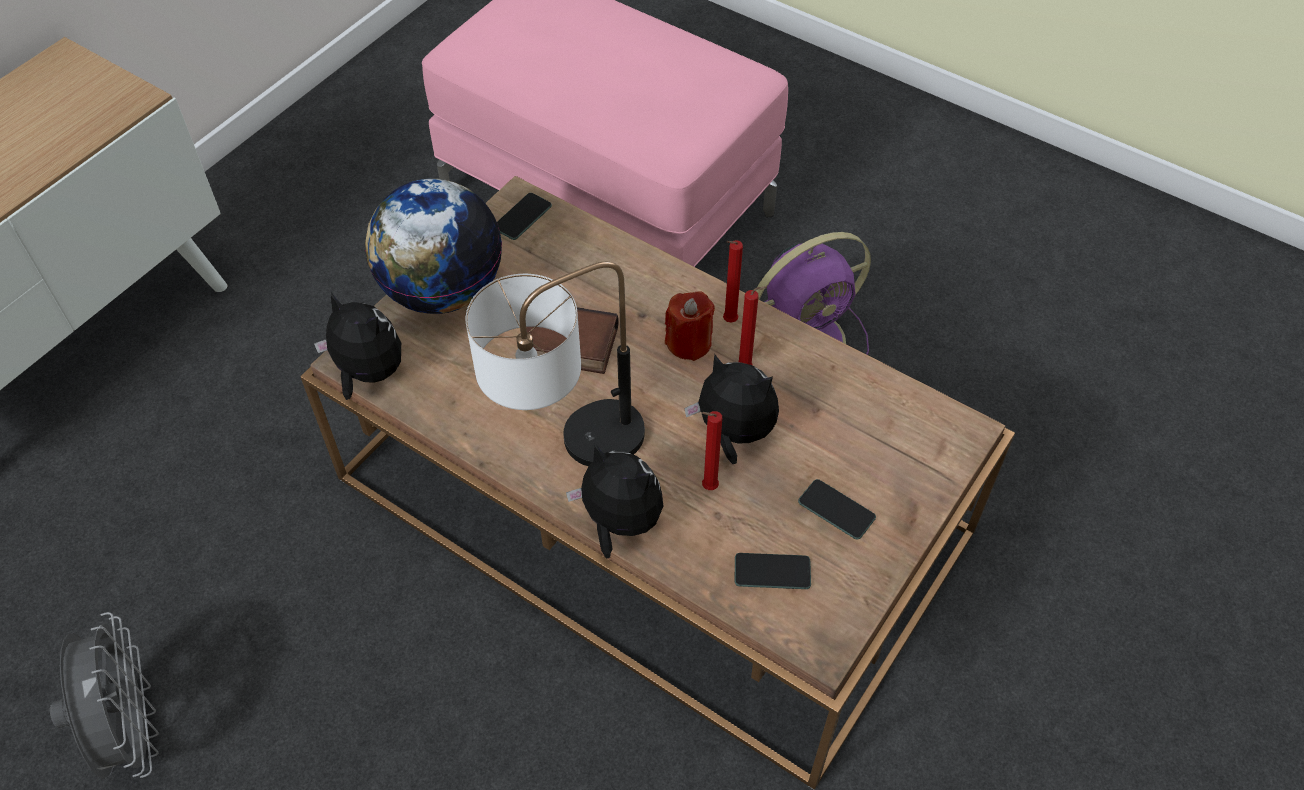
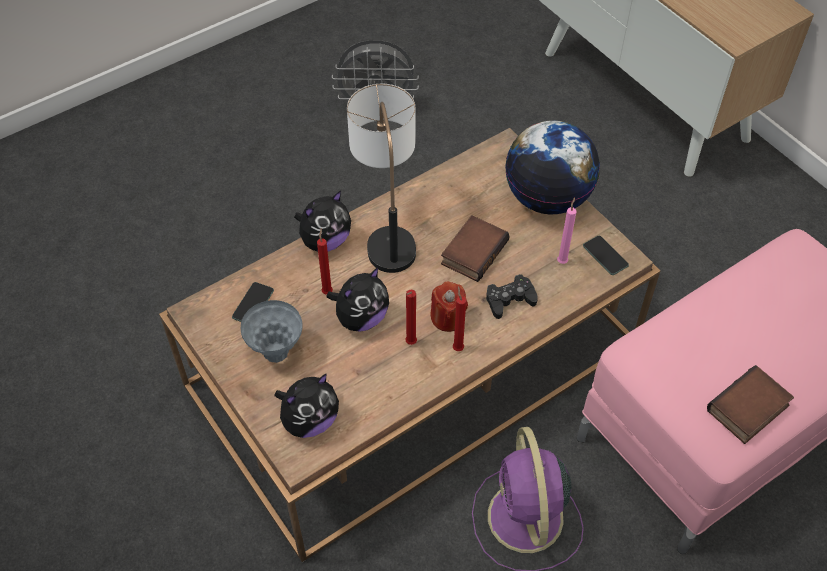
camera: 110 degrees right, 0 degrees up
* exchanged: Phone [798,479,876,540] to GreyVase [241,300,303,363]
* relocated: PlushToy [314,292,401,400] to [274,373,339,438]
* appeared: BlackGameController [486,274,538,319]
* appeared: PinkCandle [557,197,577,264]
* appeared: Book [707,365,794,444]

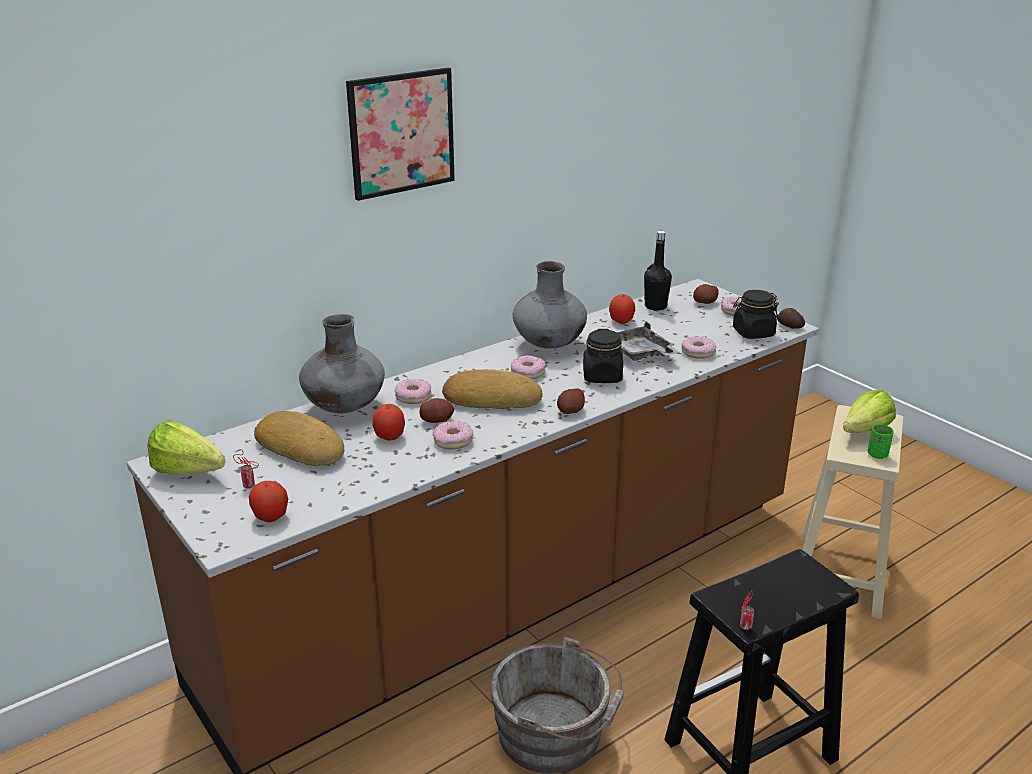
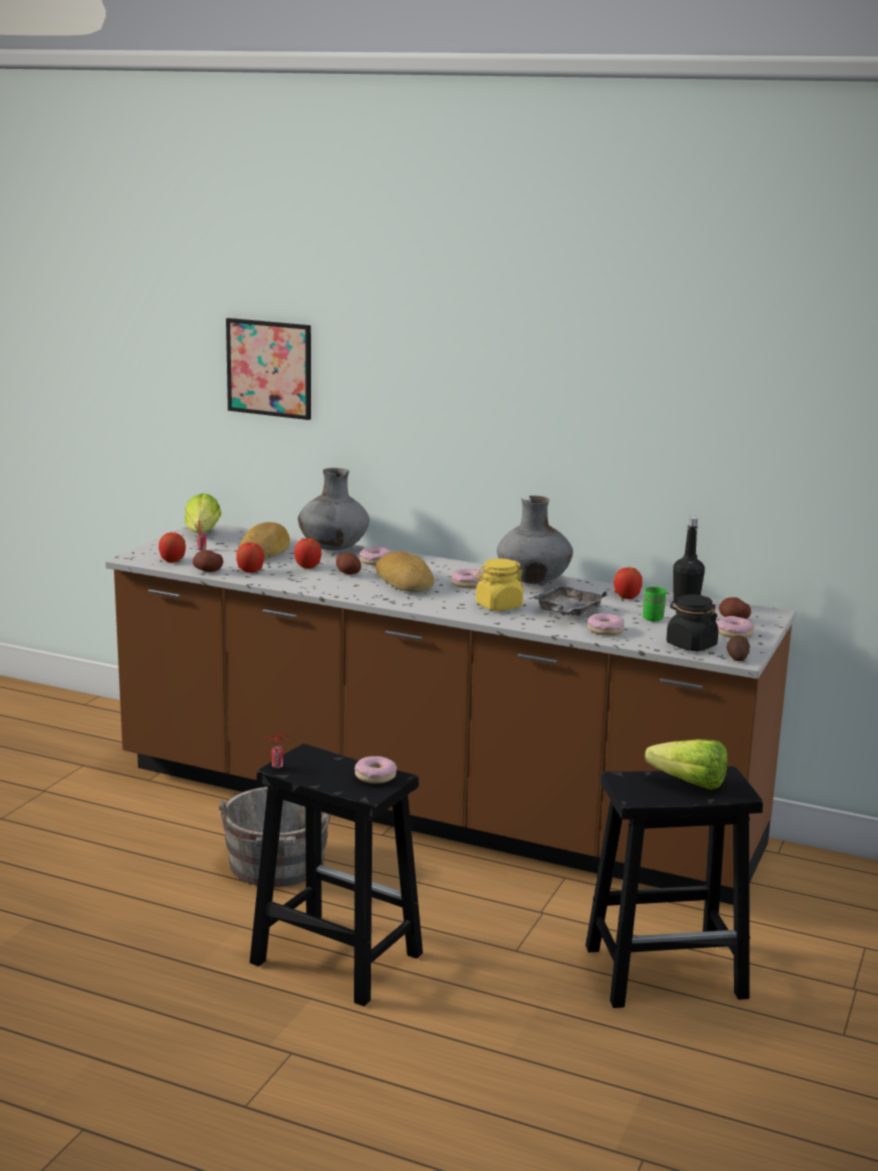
camera: 60 degrees right, 10 degrees down
* relocated: Potato [557,388,585,414] to [193,550,223,572]
* relocated: Picture [346,68,455,201] to [226,318,311,420]
* appeared: Apple [236,542,265,573]
* relocated: Donut [433,421,473,450] to [354,756,397,784]
* colour: BlackJar [583,329,623,383] to YellowJar [476,559,523,611]
* colour: BeigeStool [801,405,903,619] to BlackStool [585,766,763,1008]
* relocated: GreenCup [868,424,894,459] to [643,587,666,622]

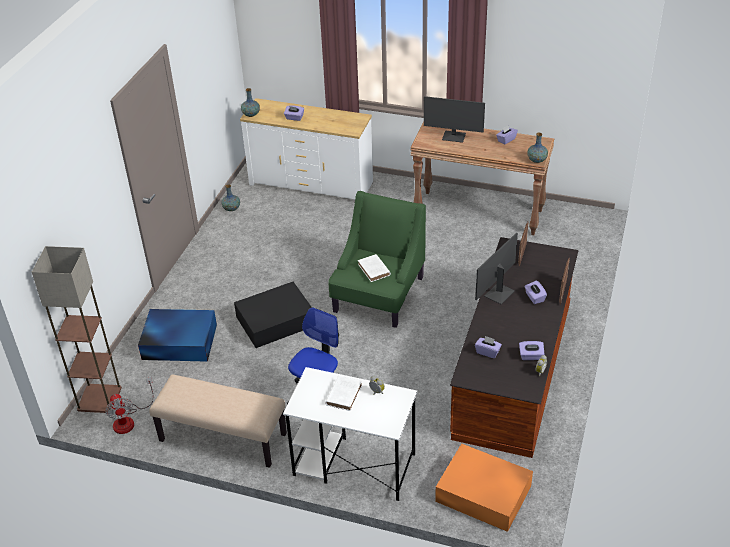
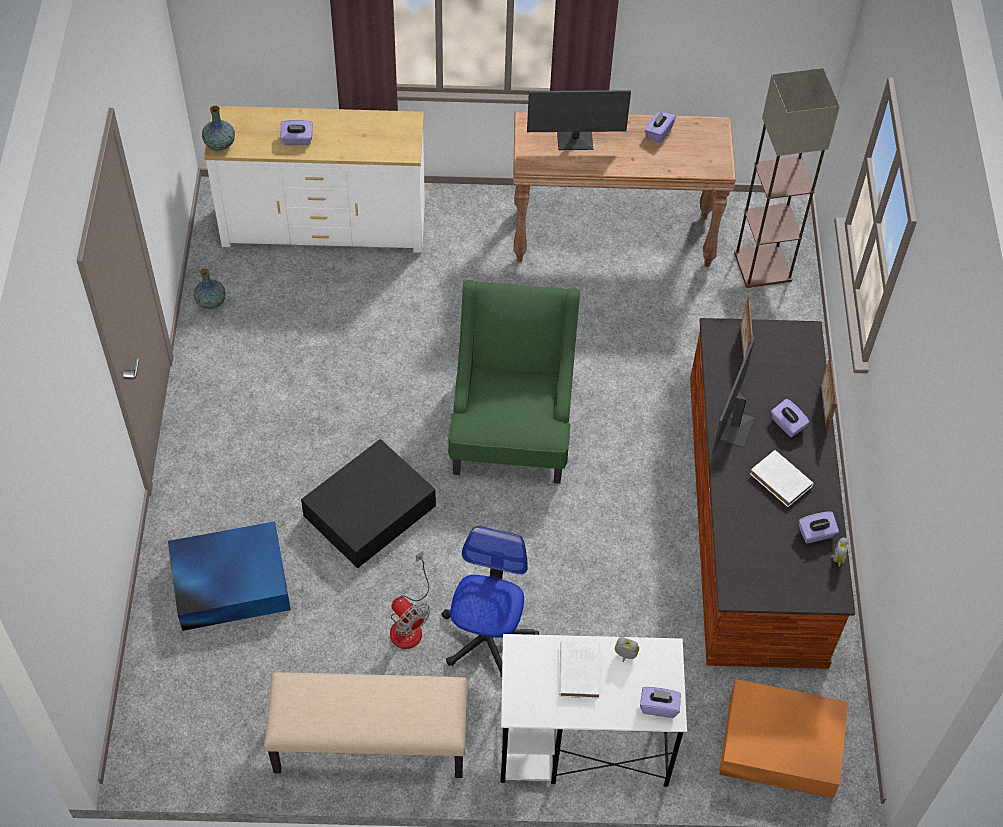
camera: 20 degrees left, 15 degrees up
* relocated: Fan [105,377,153,434] to [390,551,430,649]
* relocated: PurpleTissueBox [475,336,502,358] to [640,687,681,718]
* relocated: FloorLamp [32,246,122,413] to [734,68,840,288]
* relocated: WhiteBook [358,254,391,282] to [750,450,814,507]
* missing: Vase [527,133,548,163]

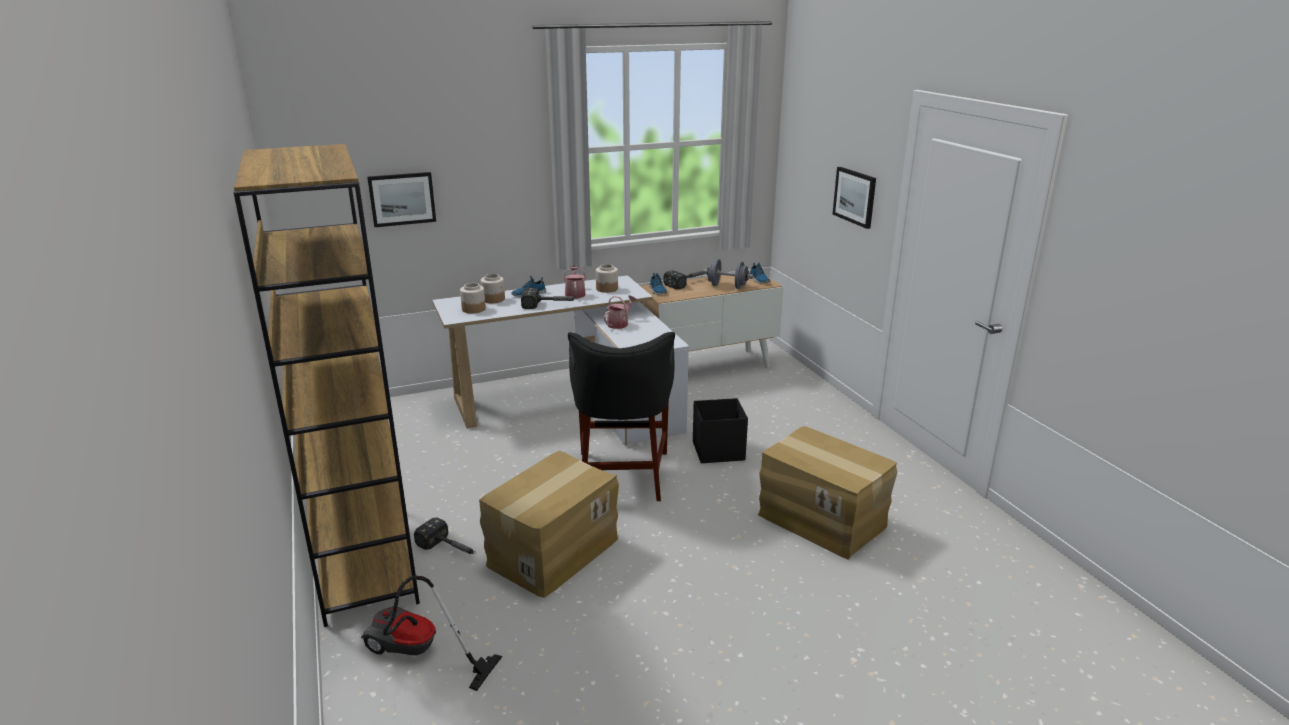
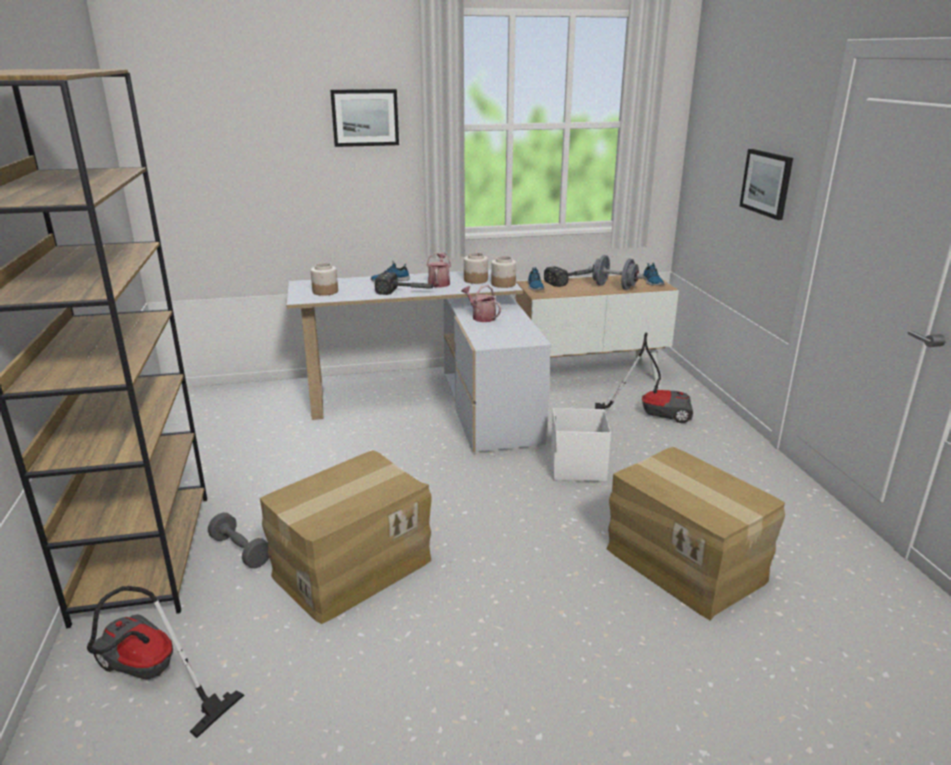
camera: 10 degrees right, 0 degrees up
* exchanged: Hammer [414,517,476,554] to GreyDumbbell [208,512,269,568]
* relocated: Picture [367,172,436,227] to [330,89,399,147]
* spun: WateringCan [604,295,636,329] = [461,285,501,322] 90 degrees counterclockwise
* relocated: Jar [481,274,505,303] to [491,256,516,288]
* colour: BlackStorageBox [693,398,748,463] to WhiteStorageBox [551,408,611,482]
* appeared: VacuumCleaner [595,332,693,423]
* missing: BlackStool [568,332,675,501]

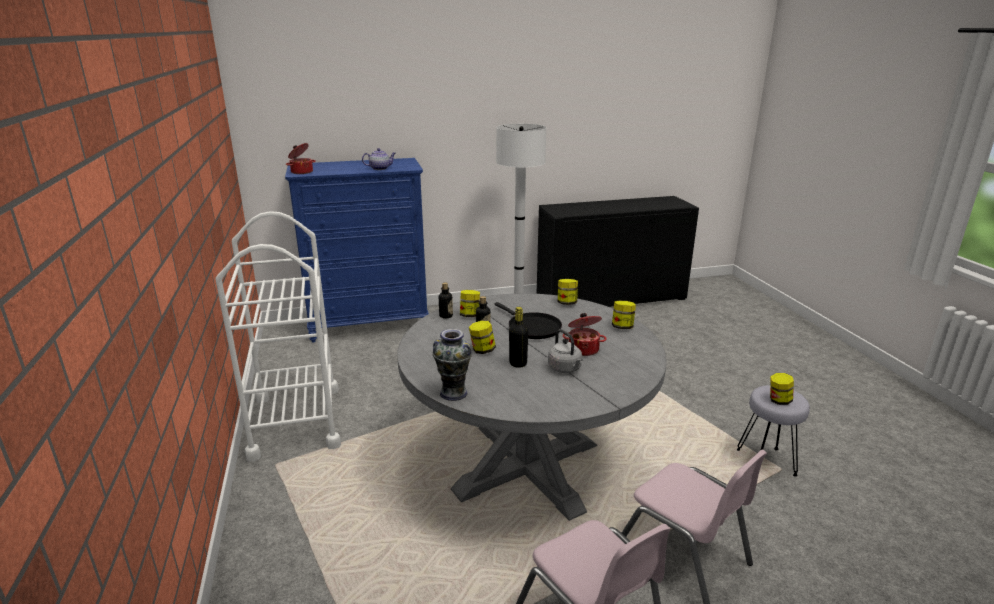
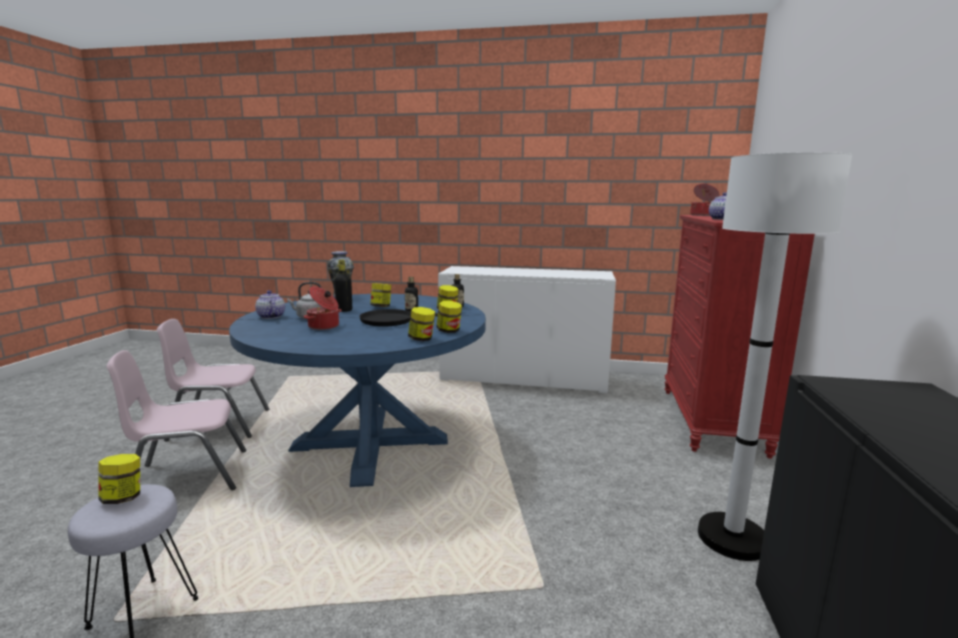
camera: 115 degrees right, 10 degrees down
* colour: GreyDiningTable [397,293,667,521] to BlueDiningTable [229,294,486,487]
* appeared: Teapot [255,290,285,319]
* relocated: Jar [612,301,636,329] to [436,301,462,333]
* exchanged: WhiteCart [216,211,341,462] to WhiteCabinet [438,266,616,393]
* colour: BlueDresser [285,158,429,343] to RedDresser [665,215,815,459]

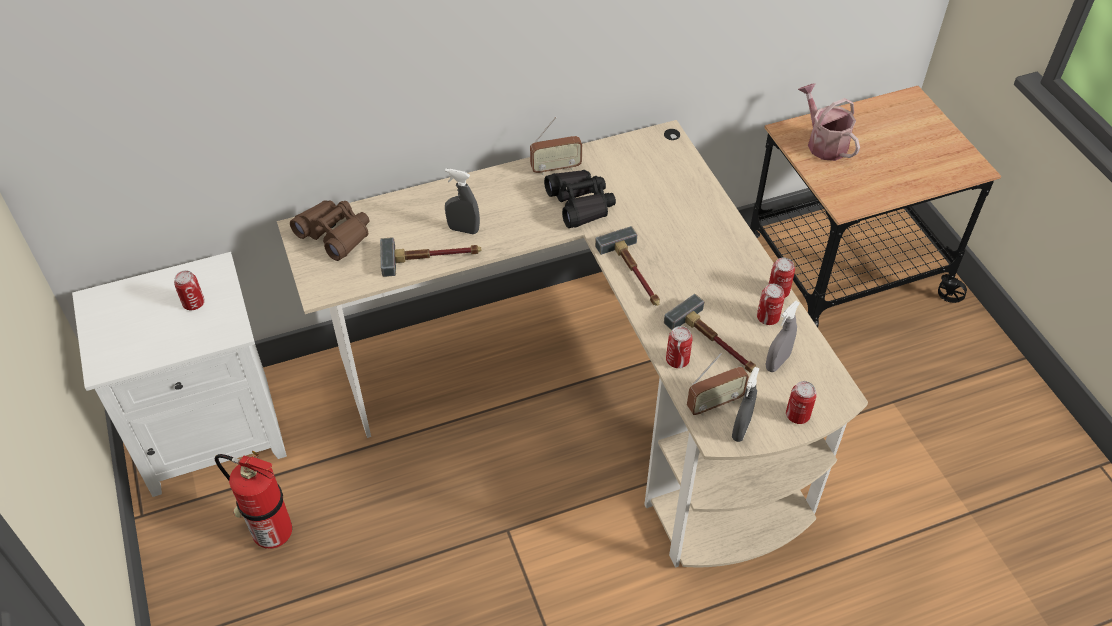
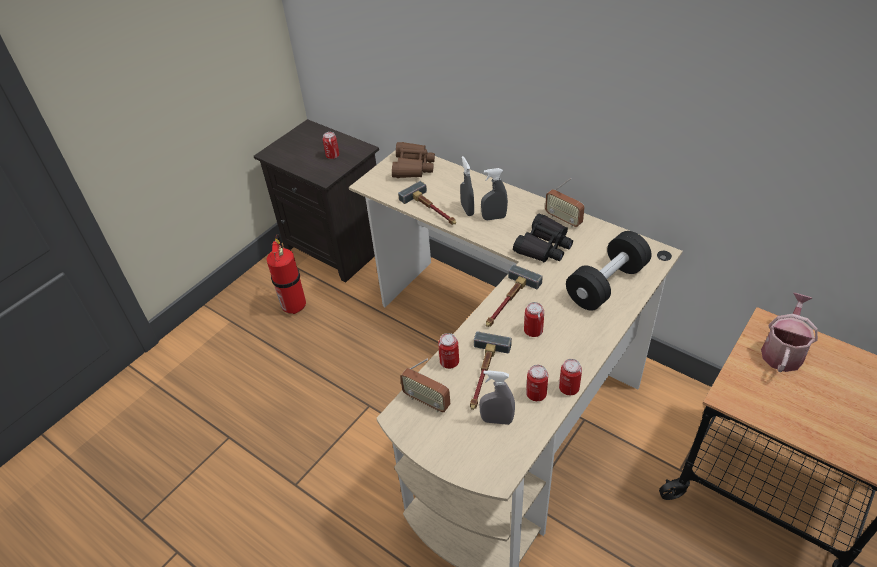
camera: 60 degrees right, 5 degrees down
* colour: WhiteNightstand [72,252,287,497] to BlackNightstand [254,119,379,283]
* relocated: GreySprayBottle [732,367,760,442] to [481,168,508,220]
* relocated: Can [786,381,817,424] to [524,302,544,337]
* appeared: BlackDumbbell [566,231,651,311]

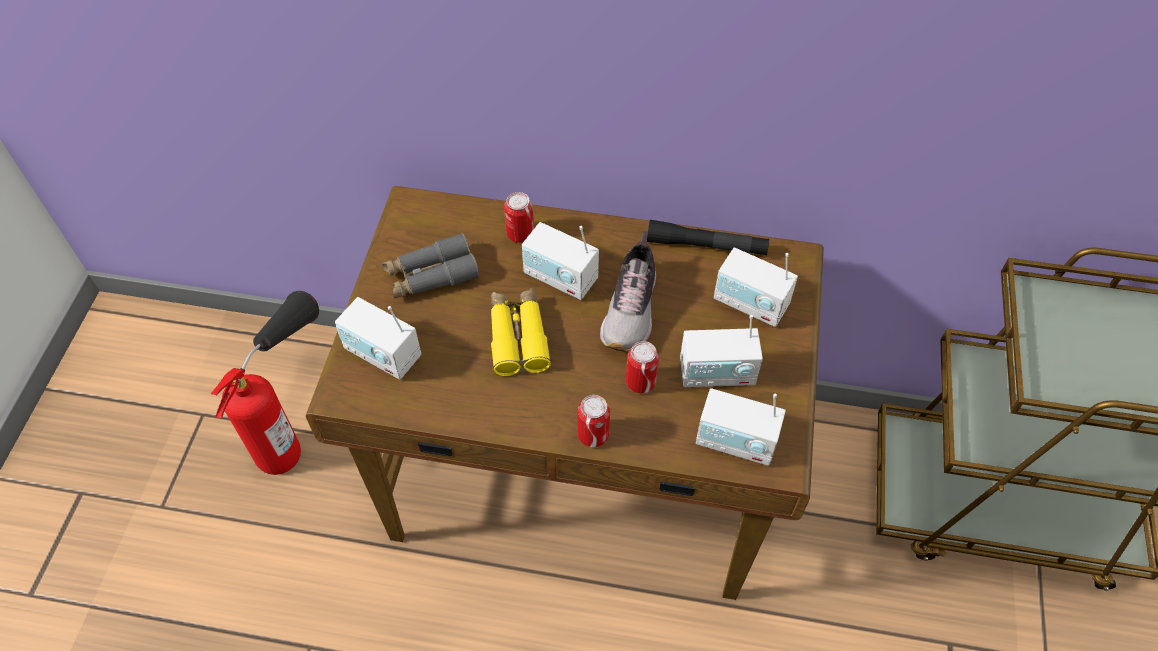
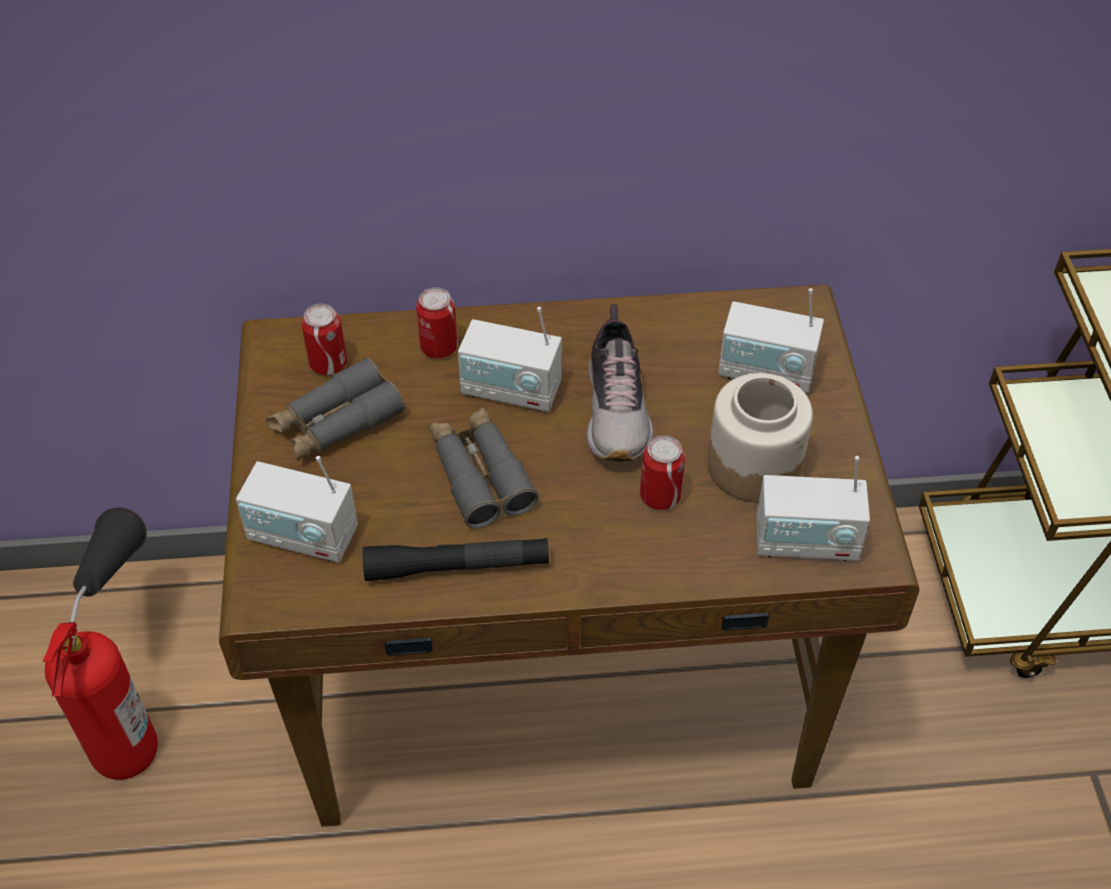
camera: 15 degrees left, 5 degrees down
* relocated: Can [577,395,610,447] to [302,304,347,375]
* relocated: BlackFlashlight [647,220,769,255] to [363,538,549,581]
* colour: YellowBinoculars [491,288,551,376] to GreyBinoculars [430,407,539,528]
* exchanged: Radio [680,315,763,388] to Jar [707,373,813,503]

